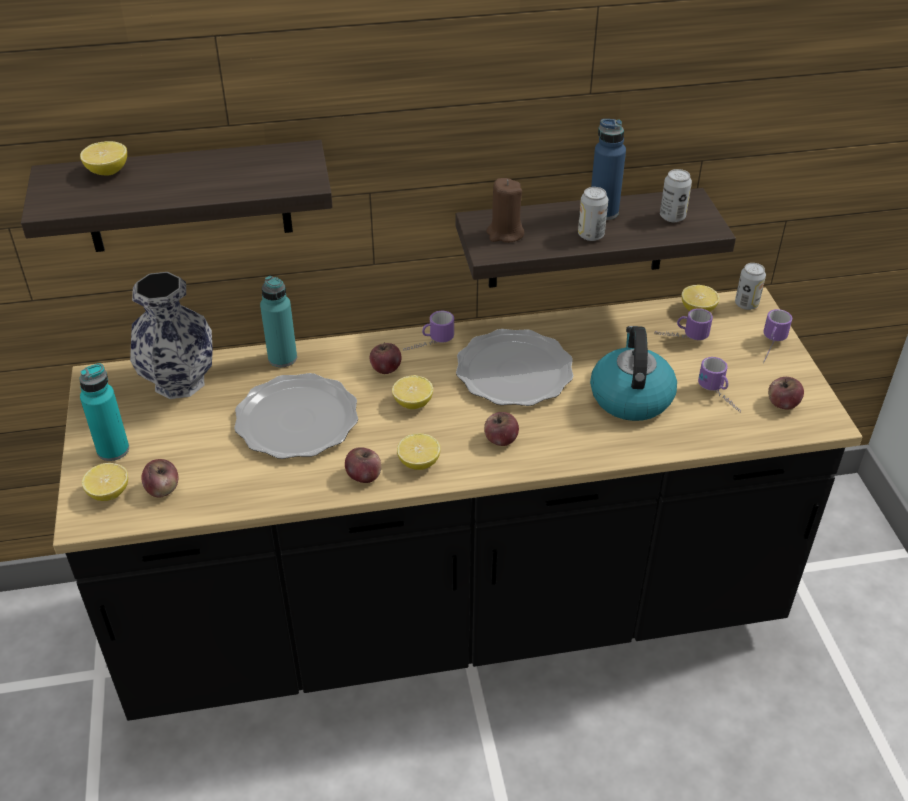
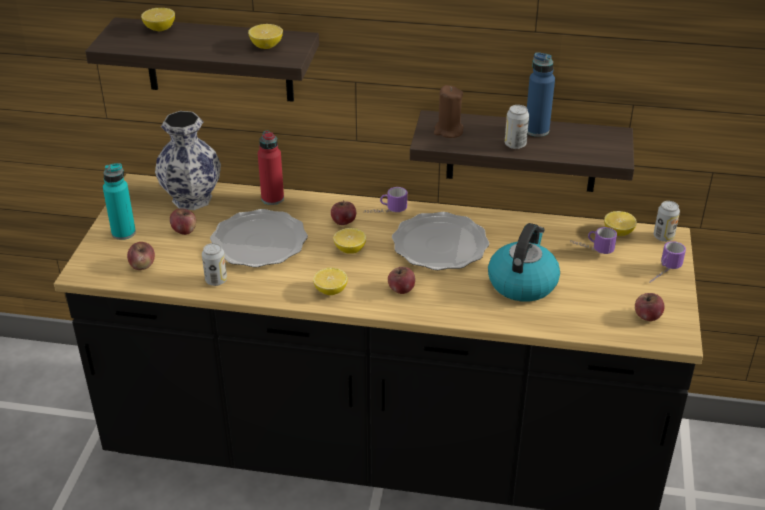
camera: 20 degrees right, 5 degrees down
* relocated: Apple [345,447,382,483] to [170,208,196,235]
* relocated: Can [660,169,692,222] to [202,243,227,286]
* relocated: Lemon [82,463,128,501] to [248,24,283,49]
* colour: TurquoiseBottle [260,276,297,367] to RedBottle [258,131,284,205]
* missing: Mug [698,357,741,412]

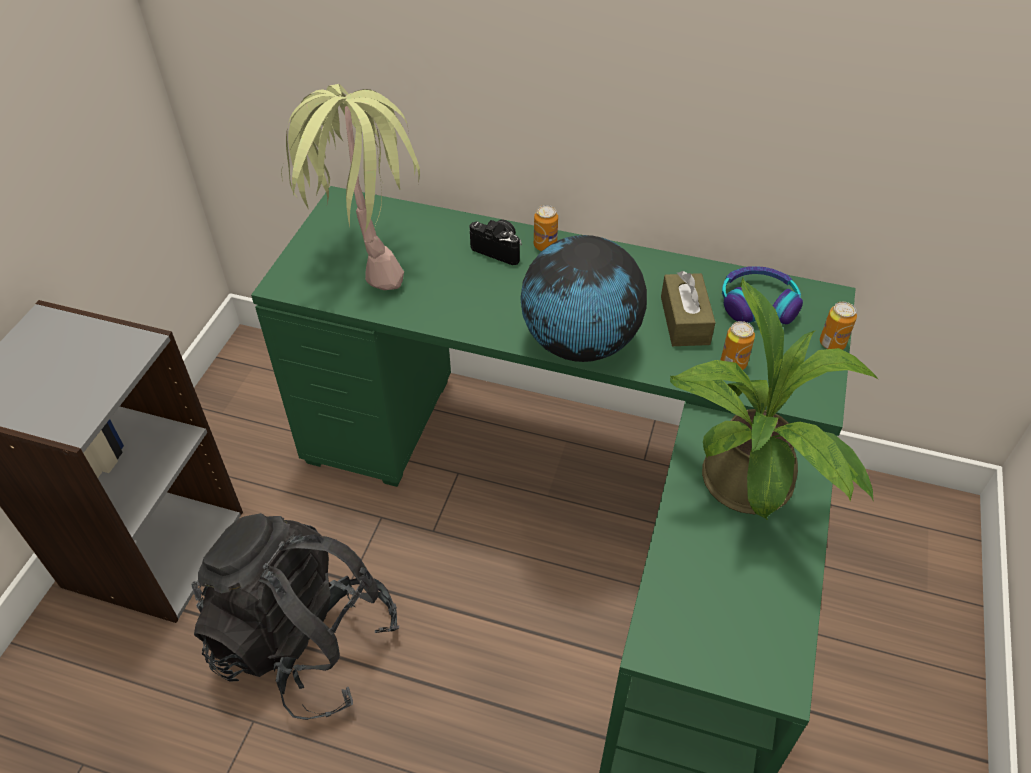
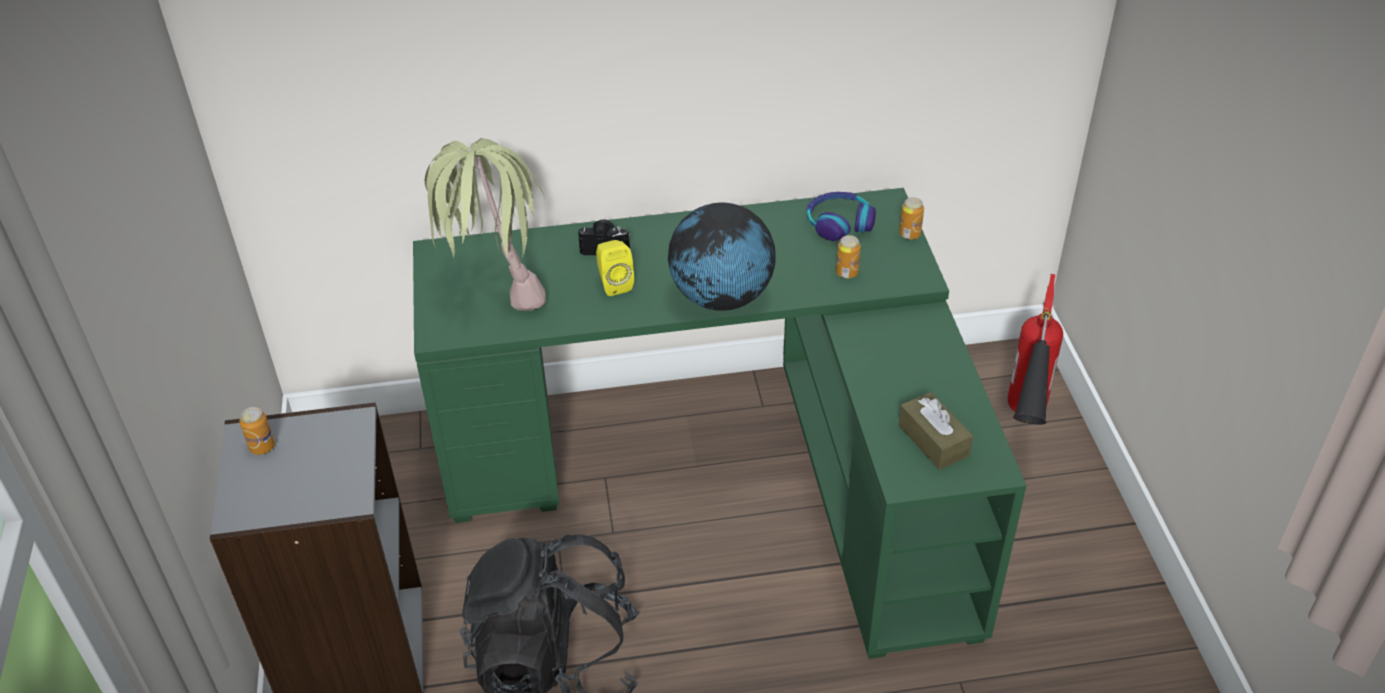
camera: 25 degrees left, 5 degrees down
* relocated: Can [534,205,558,251] to [240,407,275,455]
* appeared: YellowSpeaker [596,240,634,296]
* relocated: BrownTissueBox [661,271,716,346] to [898,392,973,470]
* appeared: FireExtinguisher [1008,274,1063,425]
* missing: PottedPlant [670,278,879,520]

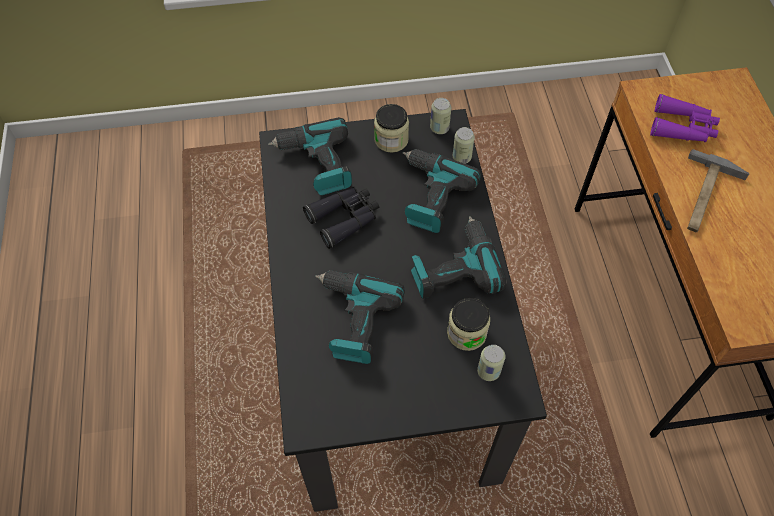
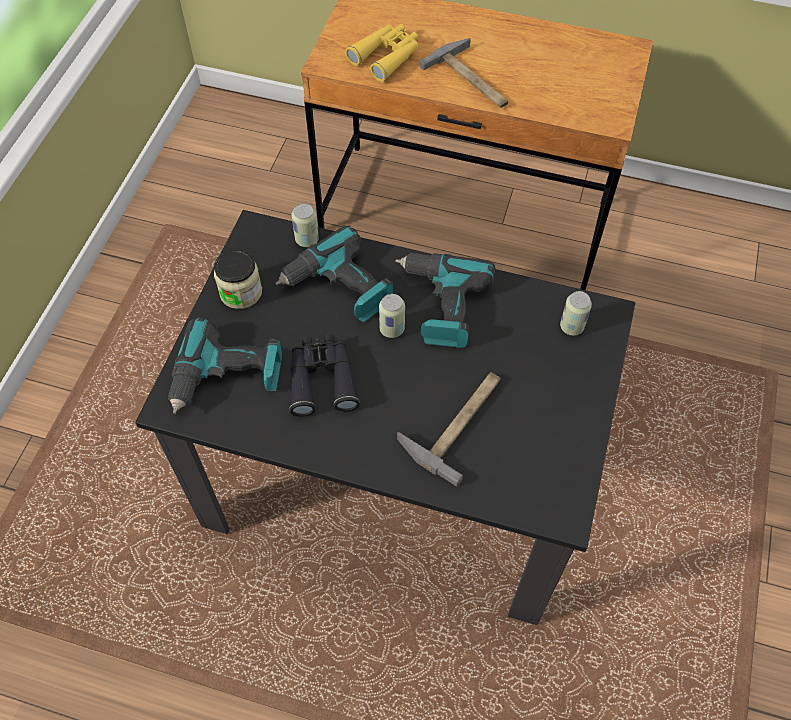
camera: 65 degrees left, 0 degrees up
* colour: PurpleBinoculars [650,94,720,142] to YellowBinoculars [345,24,419,82]
* relocated: Can [430,98,451,134] to [379,294,405,338]
* exchanged: PowerDrill [315,270,405,364] to Hammer [397,372,501,486]
* missing: Jar [447,298,490,351]

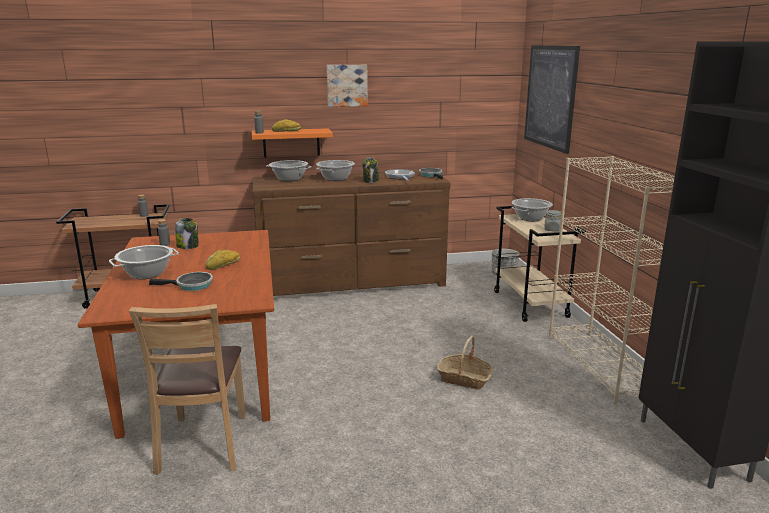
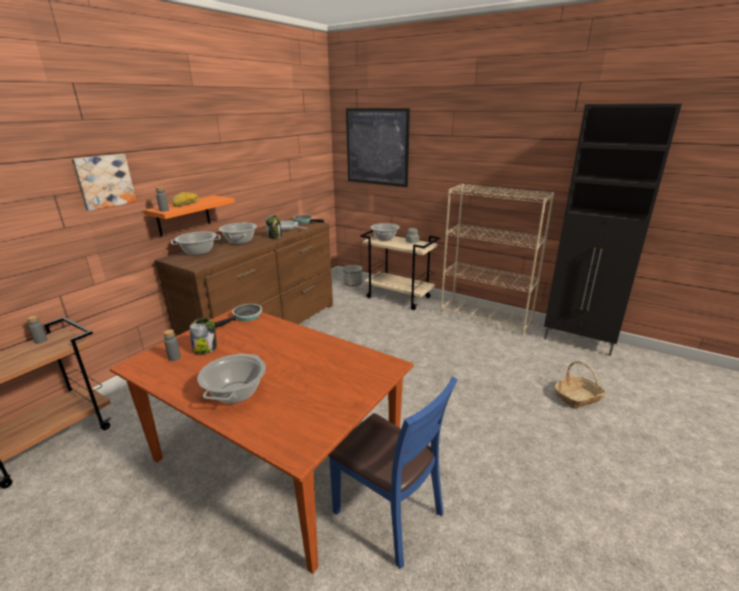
camera: 45 degrees left, 5 degrees up
* relocated: Picture [327,65,368,107] to [71,154,137,211]
* relocated: FryingPan [149,272,213,291] to [215,304,262,328]
* colour: BrownChair [129,304,245,475] to BlueChair [328,377,458,569]
* relocated: Basket [437,335,493,390] to [555,361,607,408]
* missing: Bread [206,250,240,270]

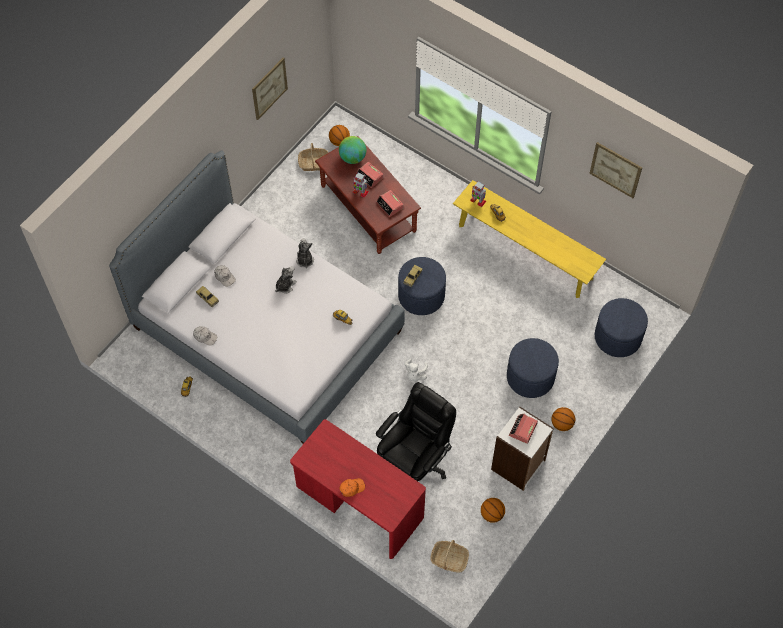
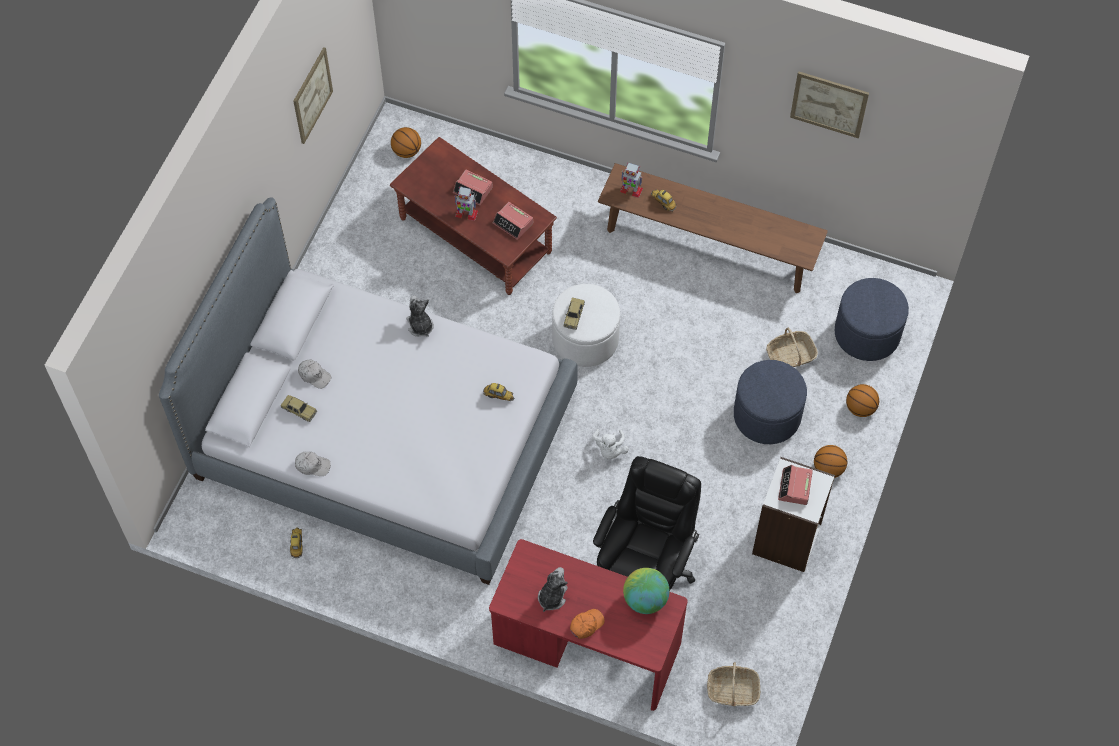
camera: 15 degrees left, 0 degrees up
* relocated: PlushToy [275,266,297,294] to [538,567,568,612]
* colour: BlueOttoman [398,257,446,315] to WhiteOttoman [552,284,620,367]
* colour: YellowBench [453,180,606,298] to BrownBench [598,163,828,293]
* relocated: Globe [339,136,367,164] to [623,568,670,614]
* relocated: Basket [298,143,328,171] to [766,328,818,367]
* relocated: Basketball [481,498,505,523] to [846,384,879,417]

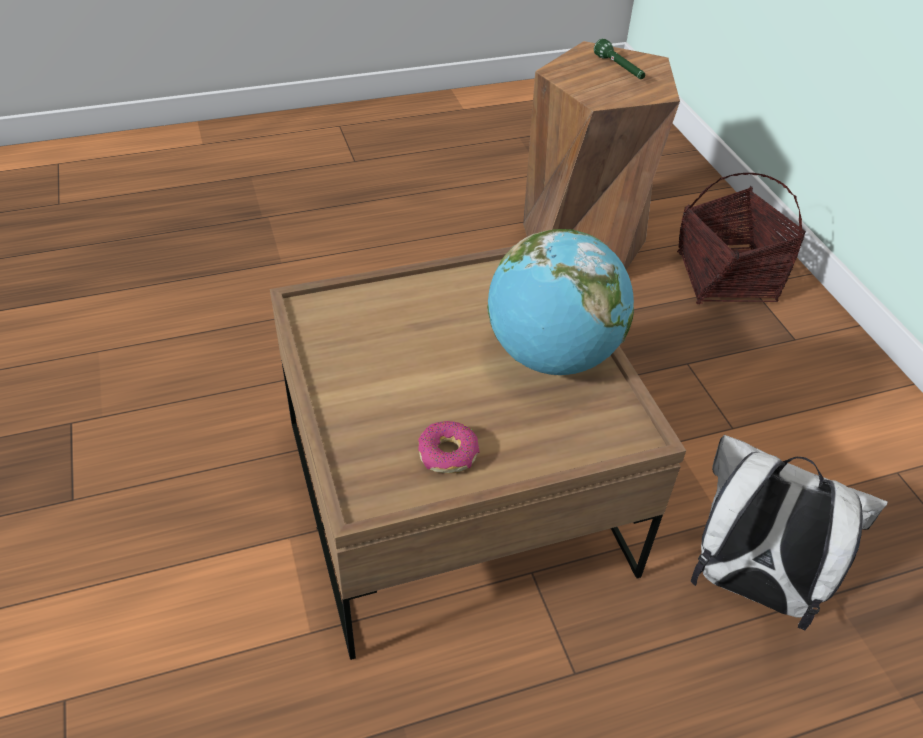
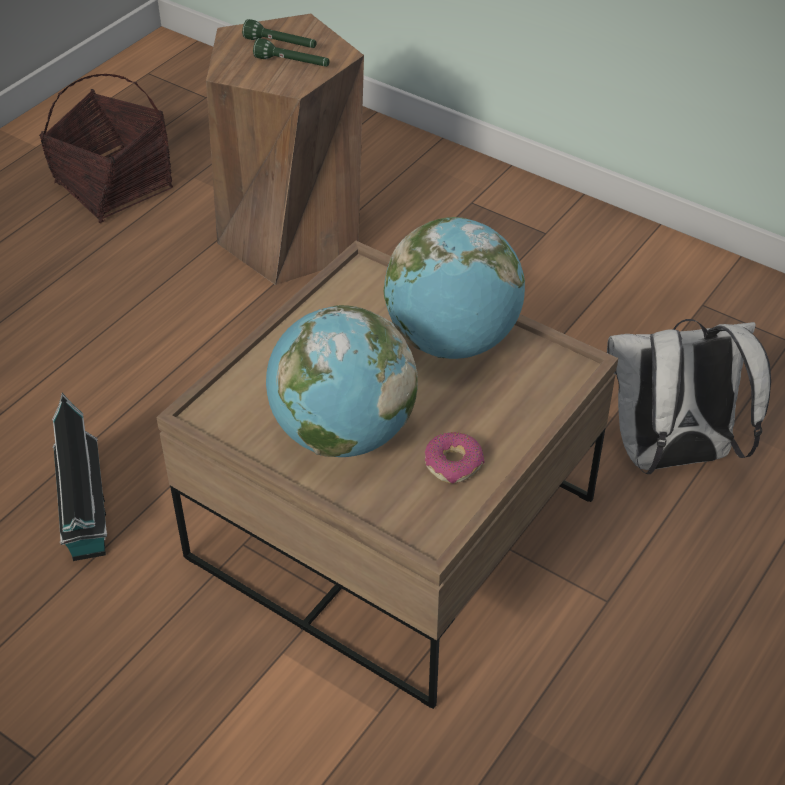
camera: 35 degrees left, 0 degrees up
* relocated: Basket [677,173,806,304] to [39,74,173,223]
* appeared: ToyHouse [52,393,107,561]
* appeared: GreenFlashlight [253,38,330,67]
* appeared: Globe [266,305,418,457]

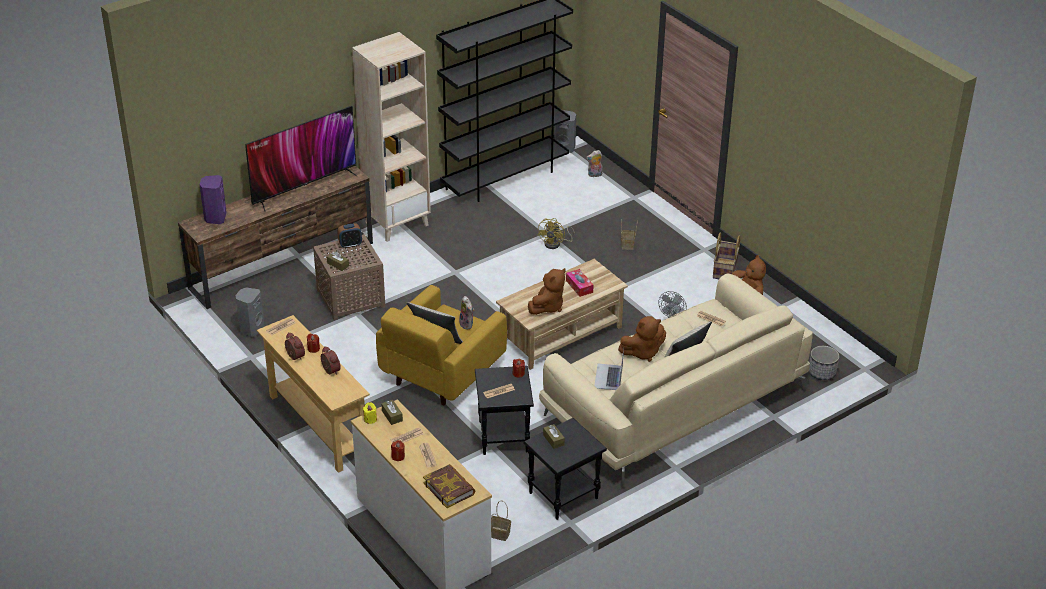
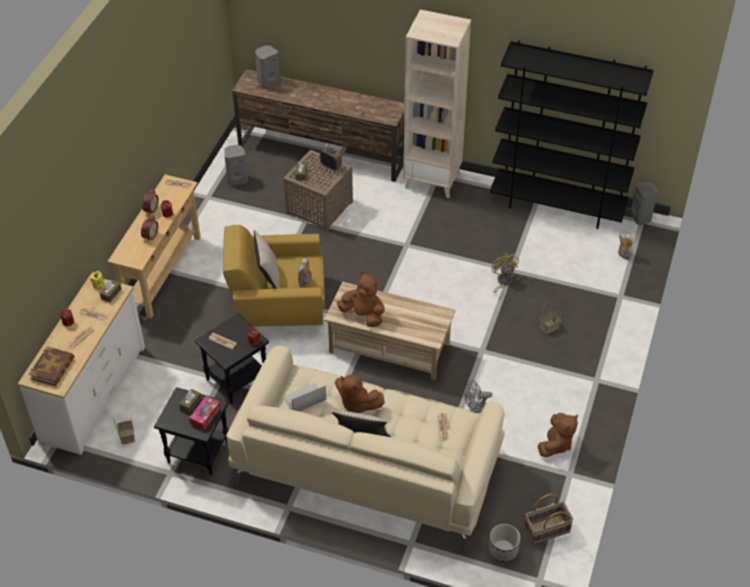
camera: 55 degrees right, 10 degrees up
* relocated: TissueBox [566,269,594,297] to [189,396,221,430]
* colour: PurpleSpeaker [200,175,227,224] to GreySpeaker [255,45,280,89]
* spun: BrownPlushToy [528,268,566,315] = [337,272,385,327] 150 degrees counterclockwise
* spun: YellowFan [537,218,575,249] = [491,253,519,300] 90 degrees clockwise
* relocated: Basket [713,233,740,279] to [524,494,574,545]
* missing: Television [245,106,358,211]

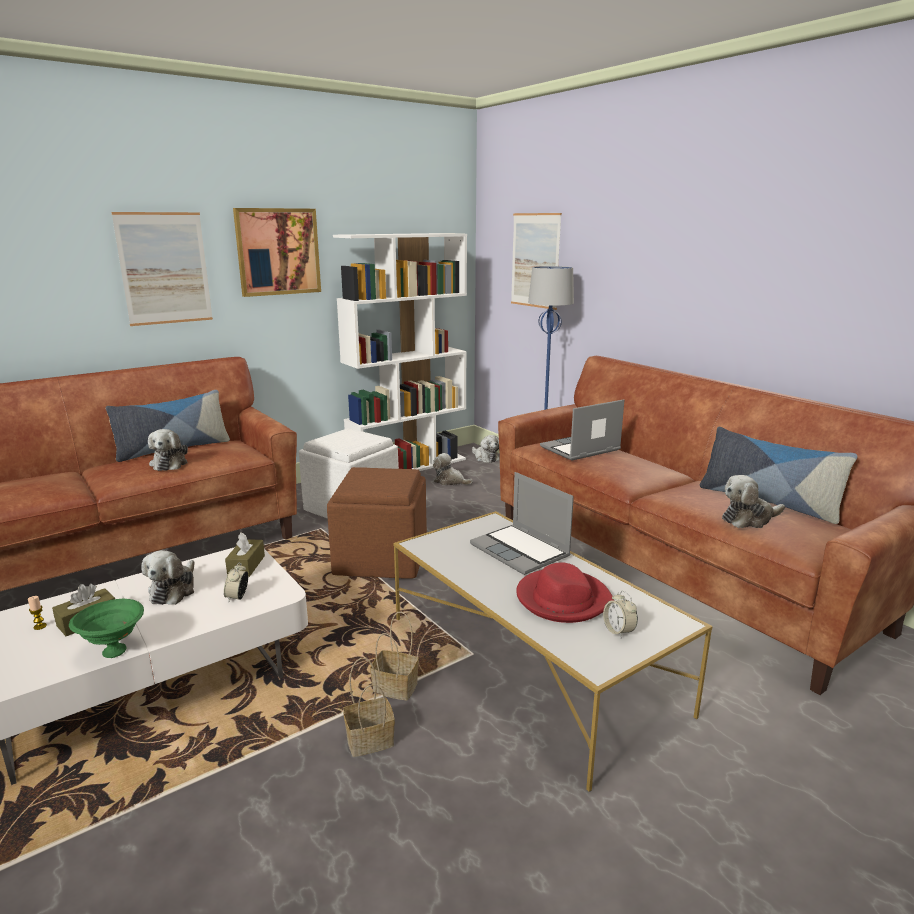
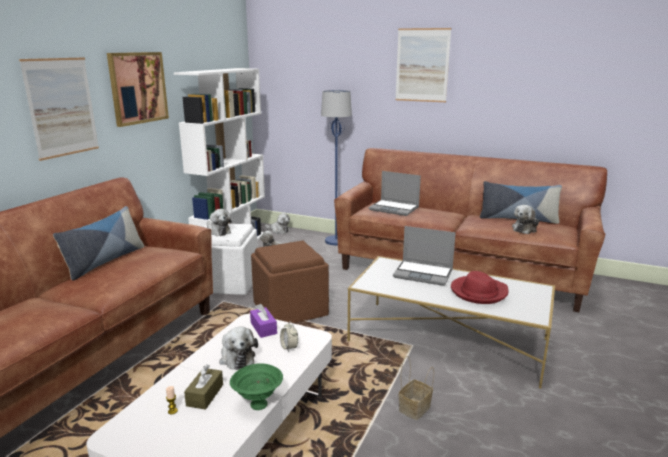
camera: 30 degrees left, 0 degrees up
* relocated: PlushToy [148,429,188,471] to [207,209,232,236]
* colour: BrownTissueBox [225,532,265,577] to PurpleTissueBox [250,304,277,338]
* spun: Laptop [540,399,624,461] = [368,171,421,216] 90 degrees counterclockwise
* relocated: Picture [511,213,562,310] to [395,28,451,102]
* missing: Basket [370,612,419,701]
* missing: AlarmClock [603,591,638,639]

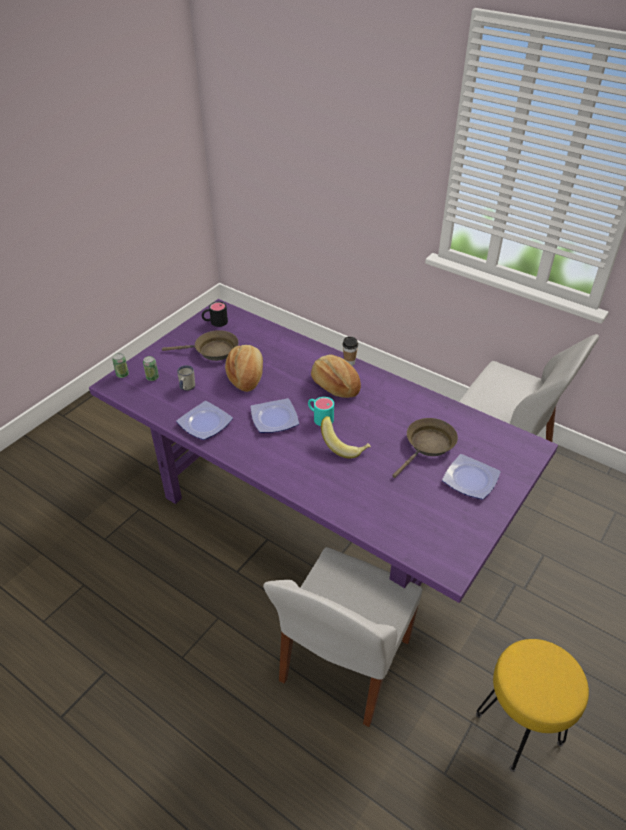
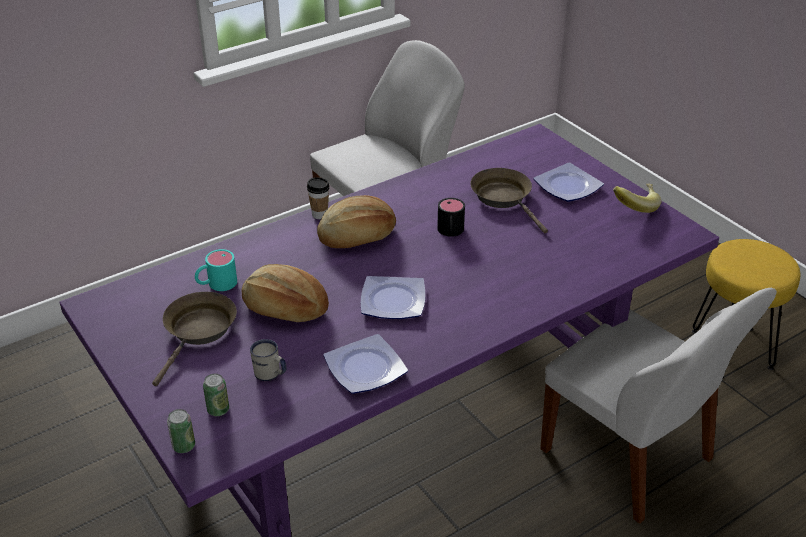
camera: 70 degrees left, 5 degrees down
* relocated: TurquoiseMug [308,397,334,426] to [195,249,237,291]
* relocated: BlackMug [202,302,228,327] to [437,198,465,237]
* relocated: Banana [321,416,371,459] to [613,183,661,213]

